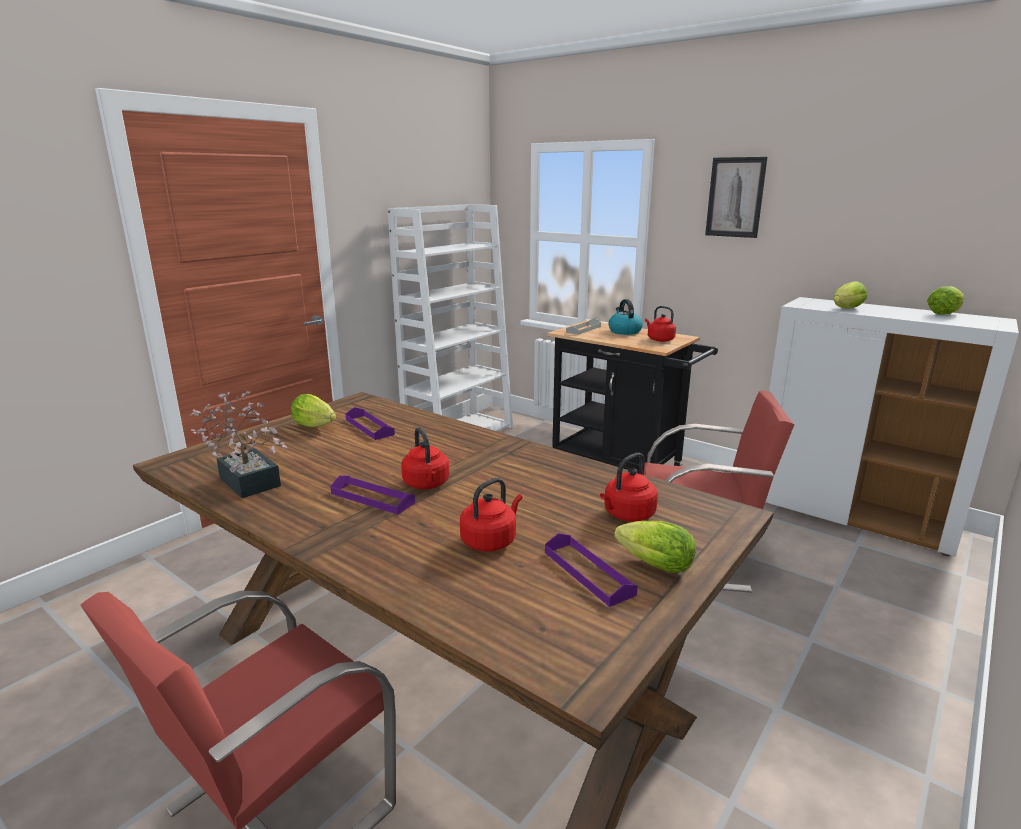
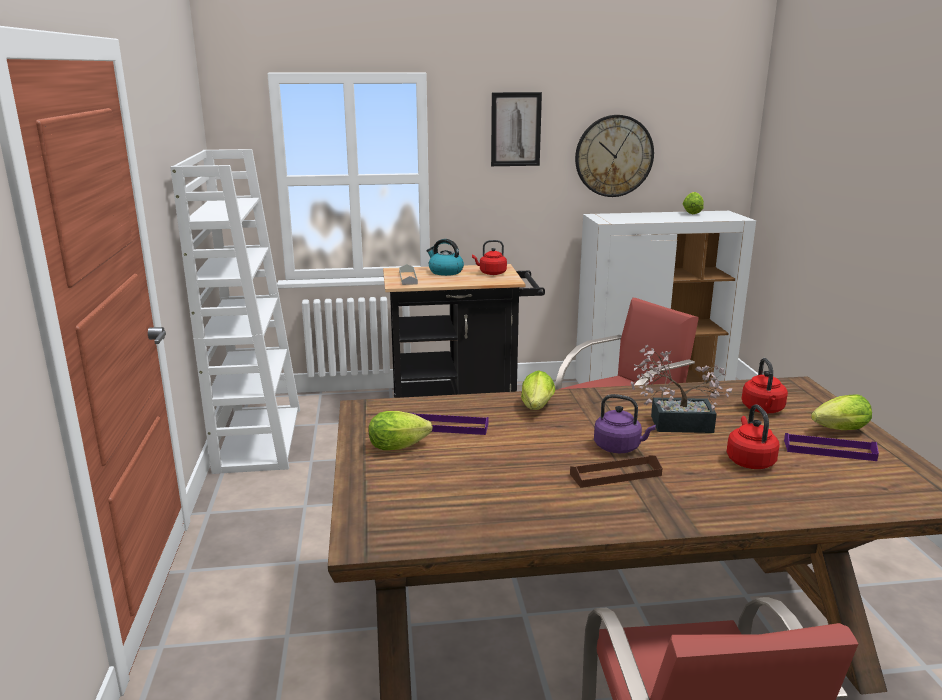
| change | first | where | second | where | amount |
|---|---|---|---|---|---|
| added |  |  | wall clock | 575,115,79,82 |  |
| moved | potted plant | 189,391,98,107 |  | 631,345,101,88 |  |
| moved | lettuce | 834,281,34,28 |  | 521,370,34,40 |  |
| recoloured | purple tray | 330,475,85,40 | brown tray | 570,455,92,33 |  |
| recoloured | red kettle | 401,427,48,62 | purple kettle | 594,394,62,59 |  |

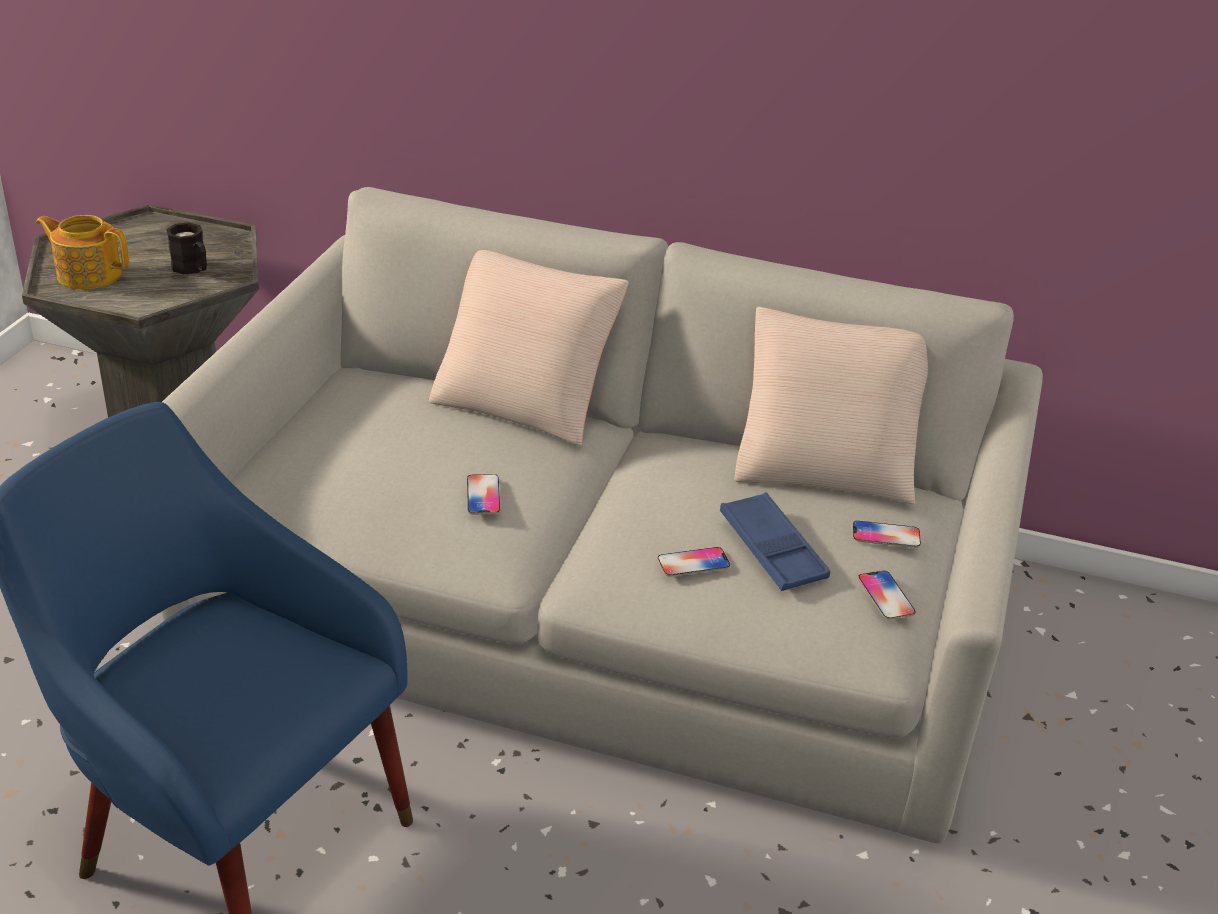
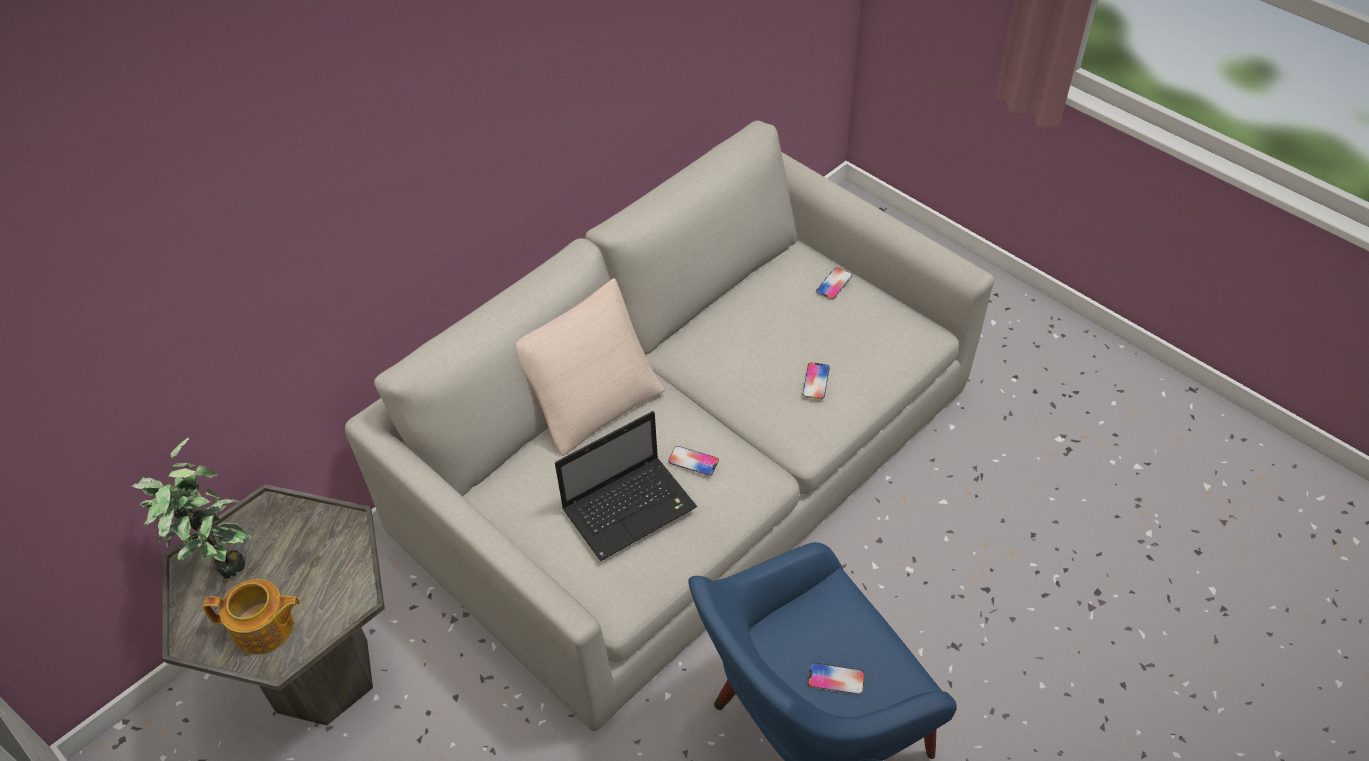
| change | first | where | second | where | amount |
|---|---|---|---|---|---|
| removed | black mug | 166,222,41,53 |  |  |  |
| removed | blue tray | 720,492,110,99 |  |  |  |
| removed | beige pillow | 734,307,194,197 |  |  |  |
| added |  |  | potted plant | 131,437,122,142 |  |
| added |  |  | laptop | 555,411,142,150 |  |
| moved | phone | 858,571,57,49 |  | 808,663,57,32 |  |
| turned | teapot | 36,215,93,74 |  | 203,579,98,76 | 135 degrees counterclockwise |

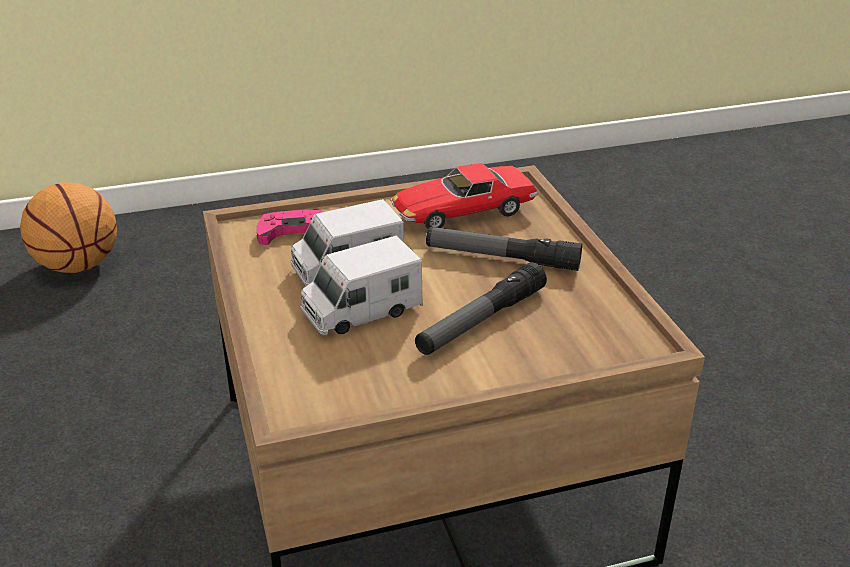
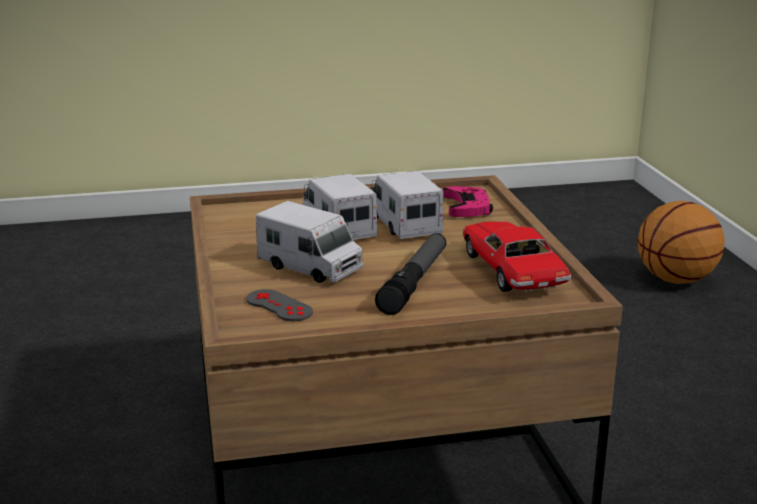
| change | first | where | second | where | amount |
|---|---|---|---|---|---|
| added |  |  | grey game controller | 246,289,67,32 |  |
| replaced | flashlight | 415,262,132,93 | toy truck | 256,201,108,82 |  |

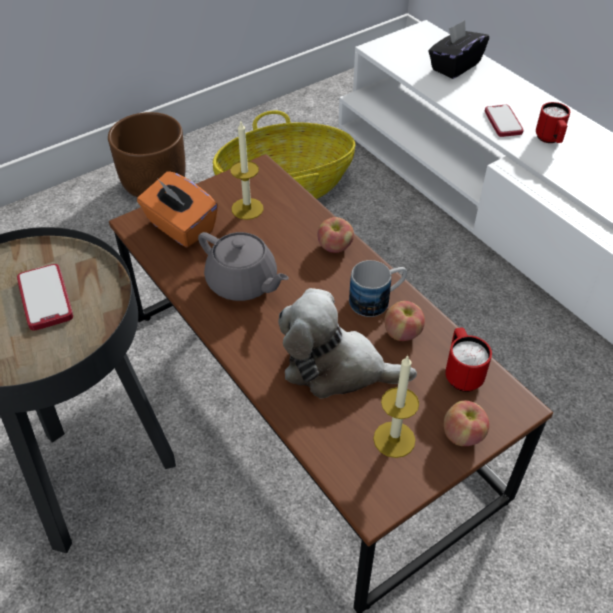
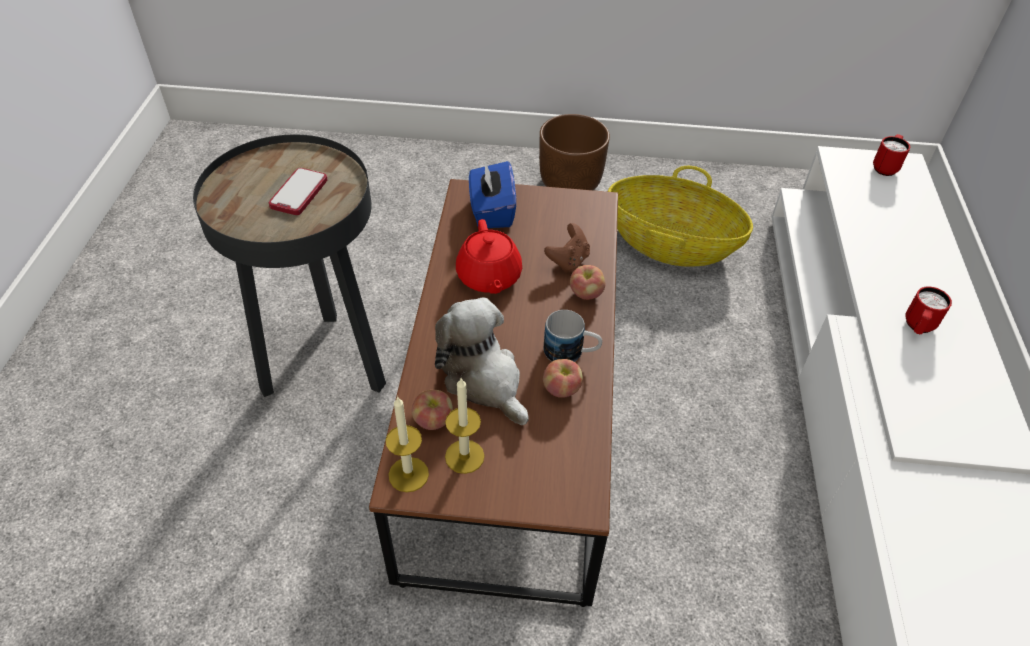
| change | first | where | second | where | amount |
|---|---|---|---|---|---|
| removed | black tissue box | 428,20,61,59 |  |  |  |
| removed | phone | 485,105,39,32 |  |  |  |
| added |  |  | brown game controller | 544,223,46,50 |  |
| moved | candle | 230,122,34,98 |  | 386,396,43,96 |  |
| moved | apple | 444,401,46,45 |  | 411,390,42,40 |  |
| moved | red mug | 445,327,47,65 |  | 873,134,37,42 |  |
| recoloured | orange tissue box | 137,171,81,76 | blue tissue box | 469,161,47,67 |  |
| recoloured | grey teapot | 198,232,91,69 | red teapot | 456,219,66,75 |  |

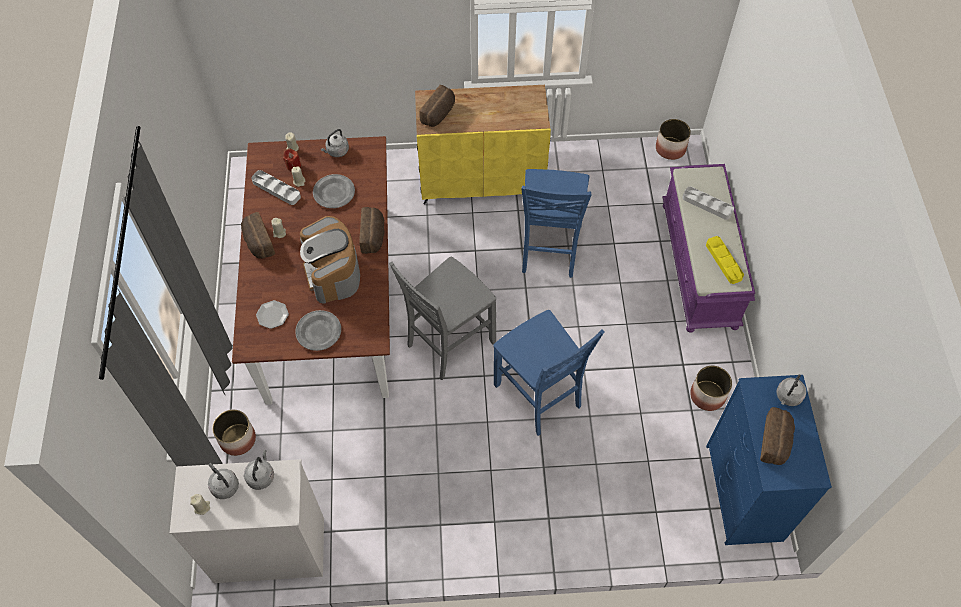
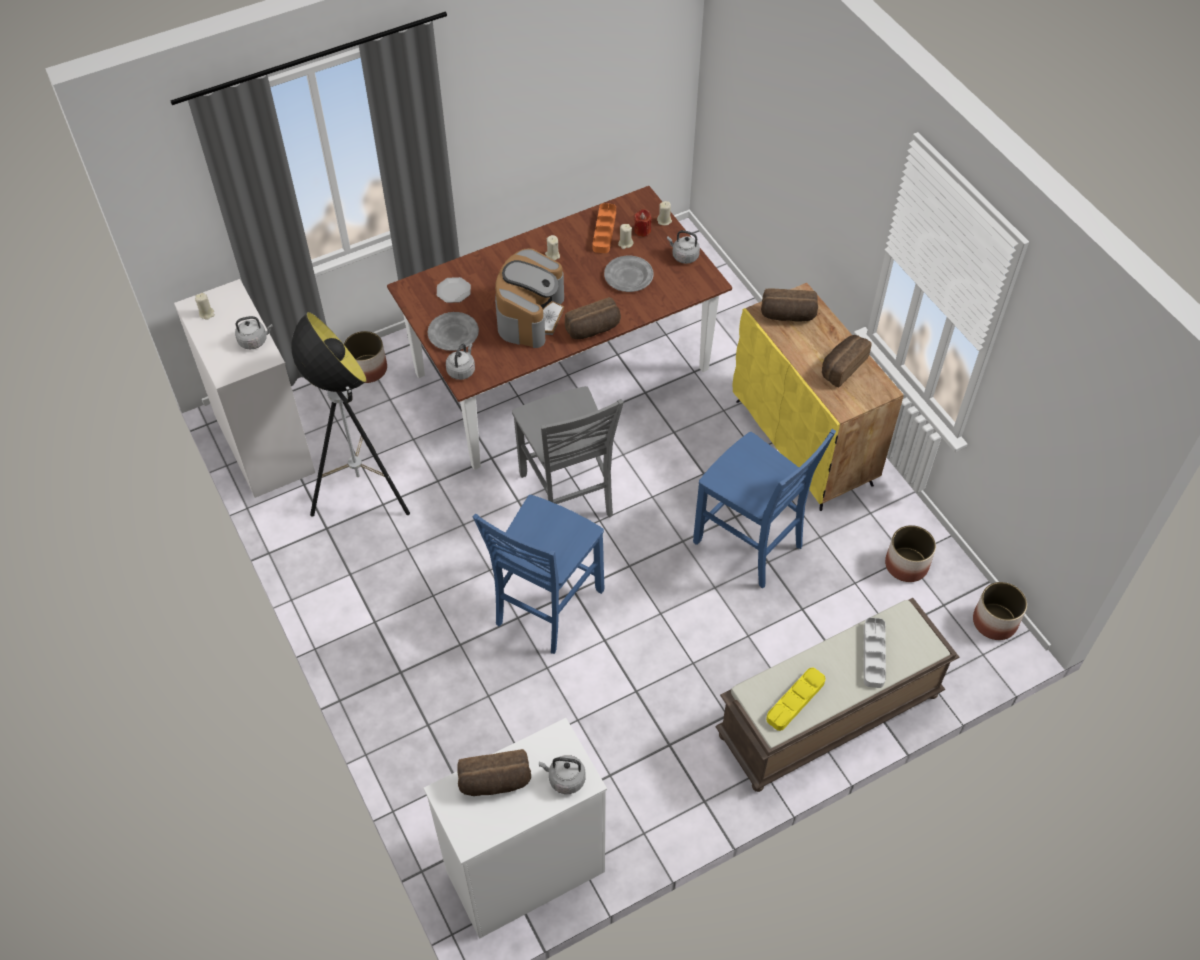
| change | first | where | second | where | amount |
|---|---|---|---|---|---|
| added |  |  | floor lamp | 291,312,119,204 |  |
| moved | grey kettle | 208,463,31,36 |  | 446,343,29,37 |  |
| moved | bread | 241,212,34,47 |  | 822,335,50,52 |  |
| moved | planter | 690,366,42,45 |  | 885,525,51,57 |  |
| recoloured | grey tray | 251,170,50,35 | orange tray | 593,203,23,50 |  |
| recoloured | purple bench | 662,164,93,169 | brown bench | 715,598,244,194 |  |
| recoloured | blue dresser | 706,375,126,170 | white dresser | 424,718,183,221 |  |
| turned | coffee machine | 300,216,60,88 |  | 495,248,69,100 | 150 degrees clockwise |
| turned | grey chair | 389,257,107,123 |  | 512,386,112,131 | 135 degrees counterclockwise |
| turned | blue chair | 521,169,70,109 |  | 693,429,143,159 | 120 degrees counterclockwise |

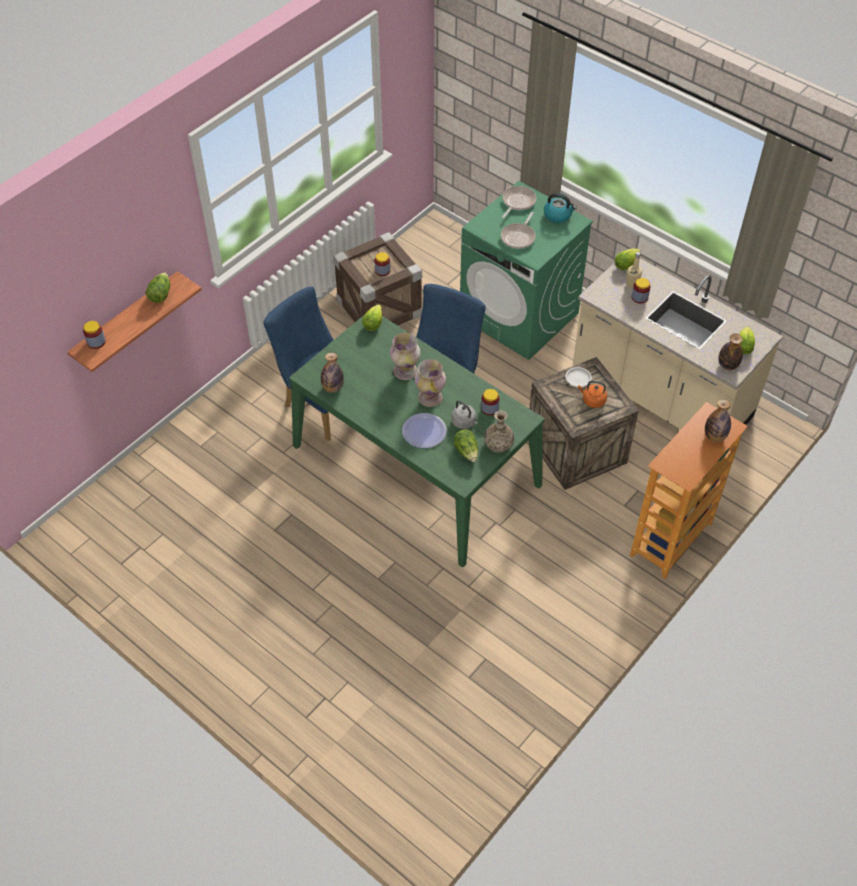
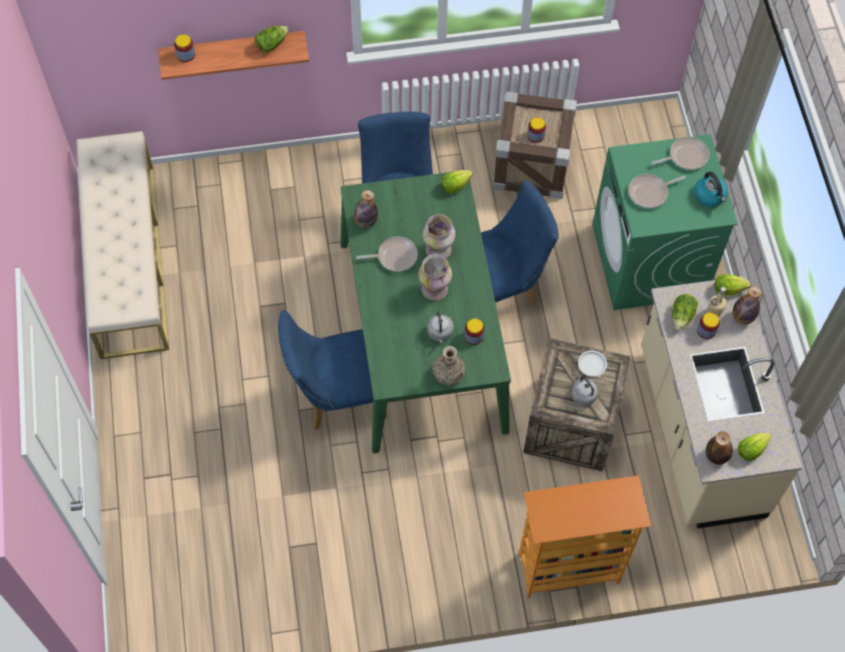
| change | first | where | second | where | amount |
|---|---|---|---|---|---|
| removed | plate | 402,413,45,35 |  |  |  |
| added |  |  | beige bench | 76,131,93,228 |  |
| added |  |  | blue chair | 278,310,109,120 |  |
| added |  |  | frying pan | 356,237,62,35 |  |
| moved | lettuce | 454,429,24,33 |  | 672,294,26,36 |  |
| moved | bottle | 705,399,26,43 |  | 732,286,30,39 |  |
| recoloured | orange kettle | 578,380,29,28 | grey kettle | 571,371,27,35 |  |

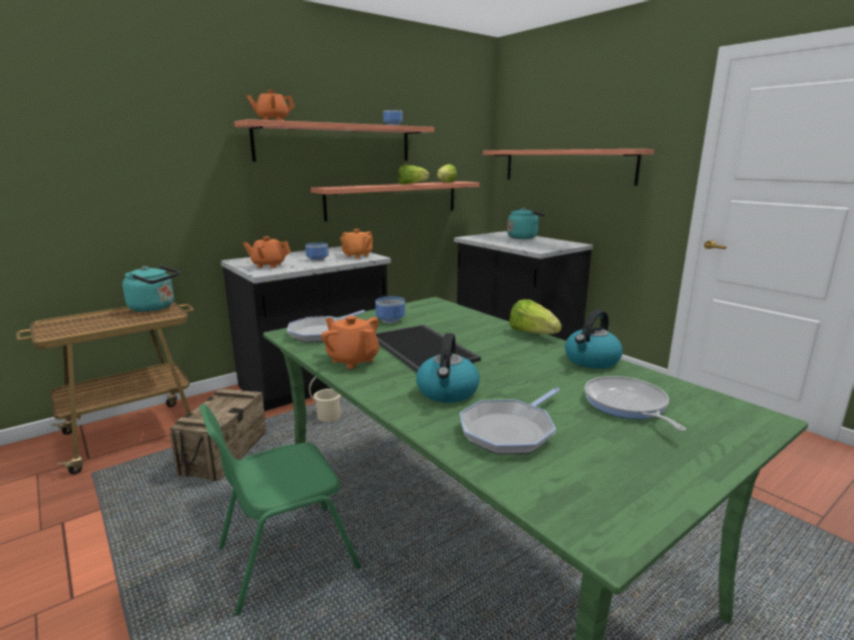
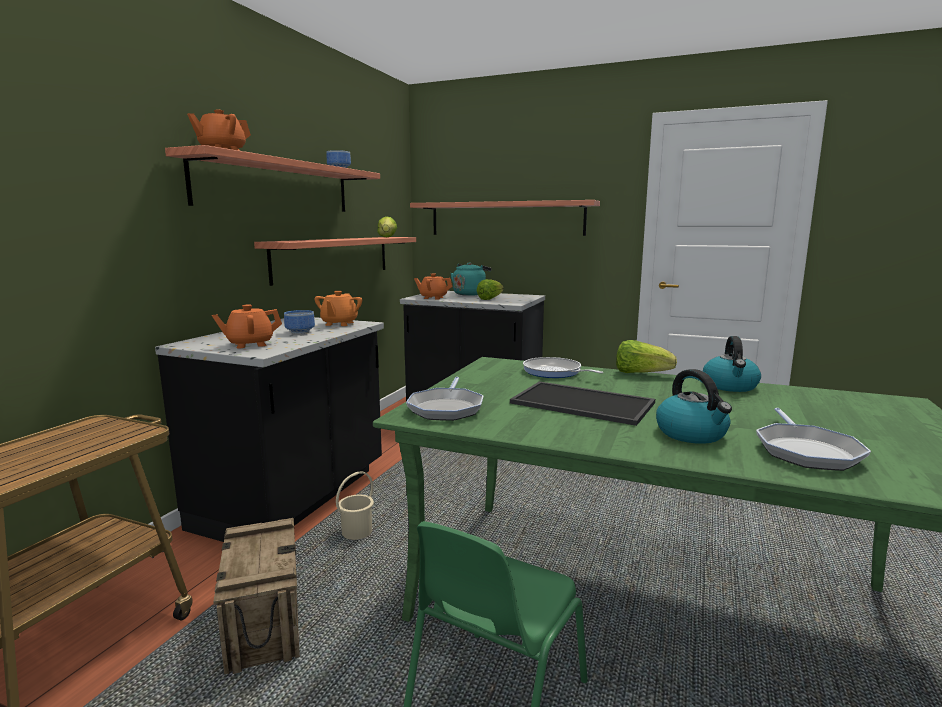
| change | first | where | second | where | amount |
|---|---|---|---|---|---|
| removed | turquoise kettle | 122,265,58,47 |  |  |  |
| removed | bowl | 375,297,30,26 |  |  |  |
| moved | orange teapot | 321,316,58,53 |  | 414,273,38,26 |  |
| moved | lettuce | 398,165,31,20 |  | 477,279,27,21 |  |
| moved | frying pan | 584,376,102,55 |  | 523,357,81,21 |  |

